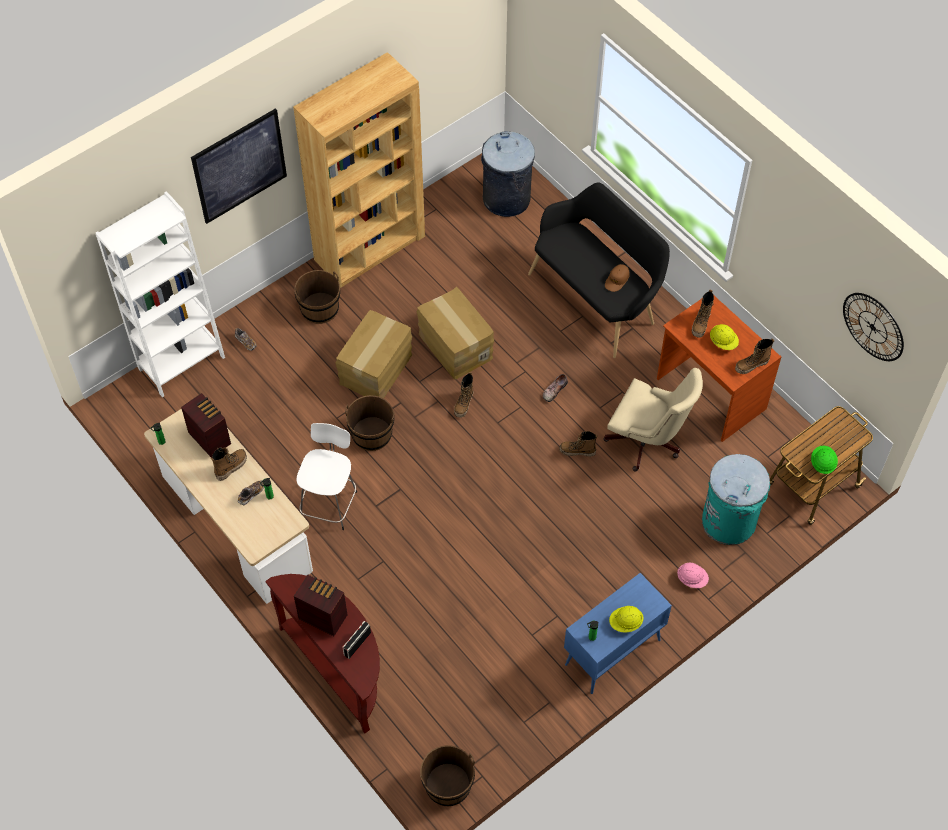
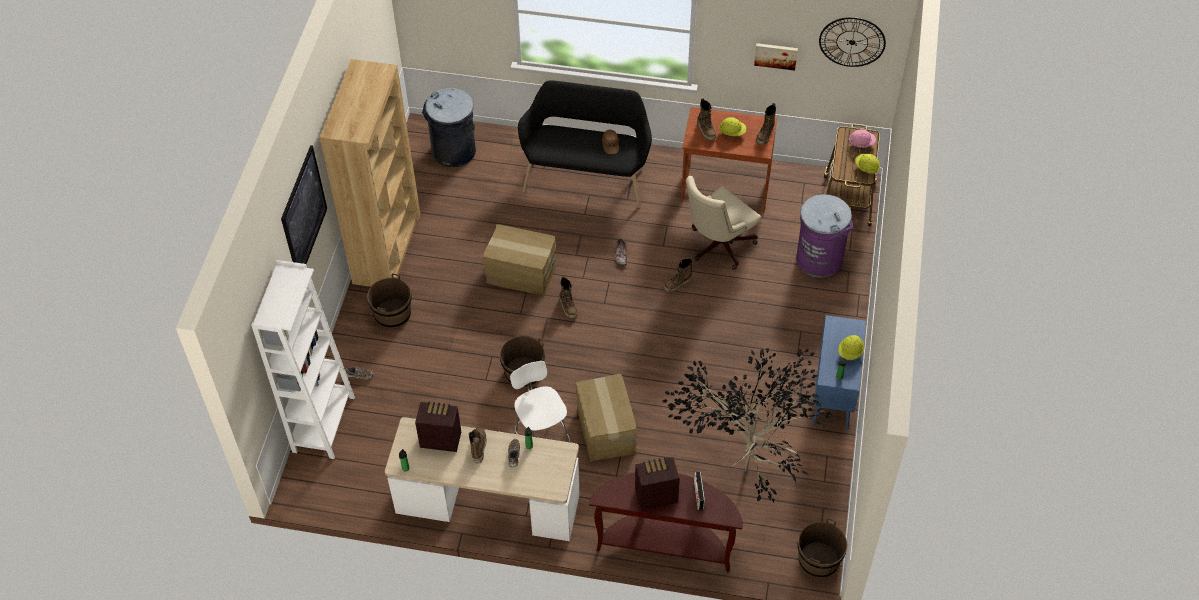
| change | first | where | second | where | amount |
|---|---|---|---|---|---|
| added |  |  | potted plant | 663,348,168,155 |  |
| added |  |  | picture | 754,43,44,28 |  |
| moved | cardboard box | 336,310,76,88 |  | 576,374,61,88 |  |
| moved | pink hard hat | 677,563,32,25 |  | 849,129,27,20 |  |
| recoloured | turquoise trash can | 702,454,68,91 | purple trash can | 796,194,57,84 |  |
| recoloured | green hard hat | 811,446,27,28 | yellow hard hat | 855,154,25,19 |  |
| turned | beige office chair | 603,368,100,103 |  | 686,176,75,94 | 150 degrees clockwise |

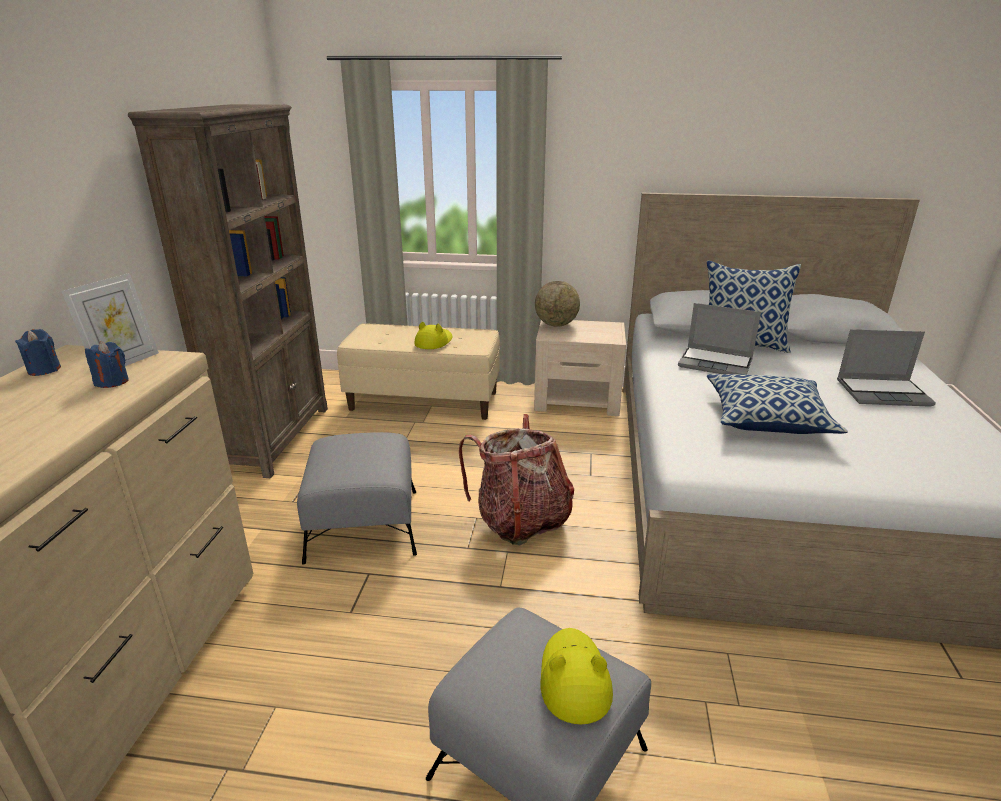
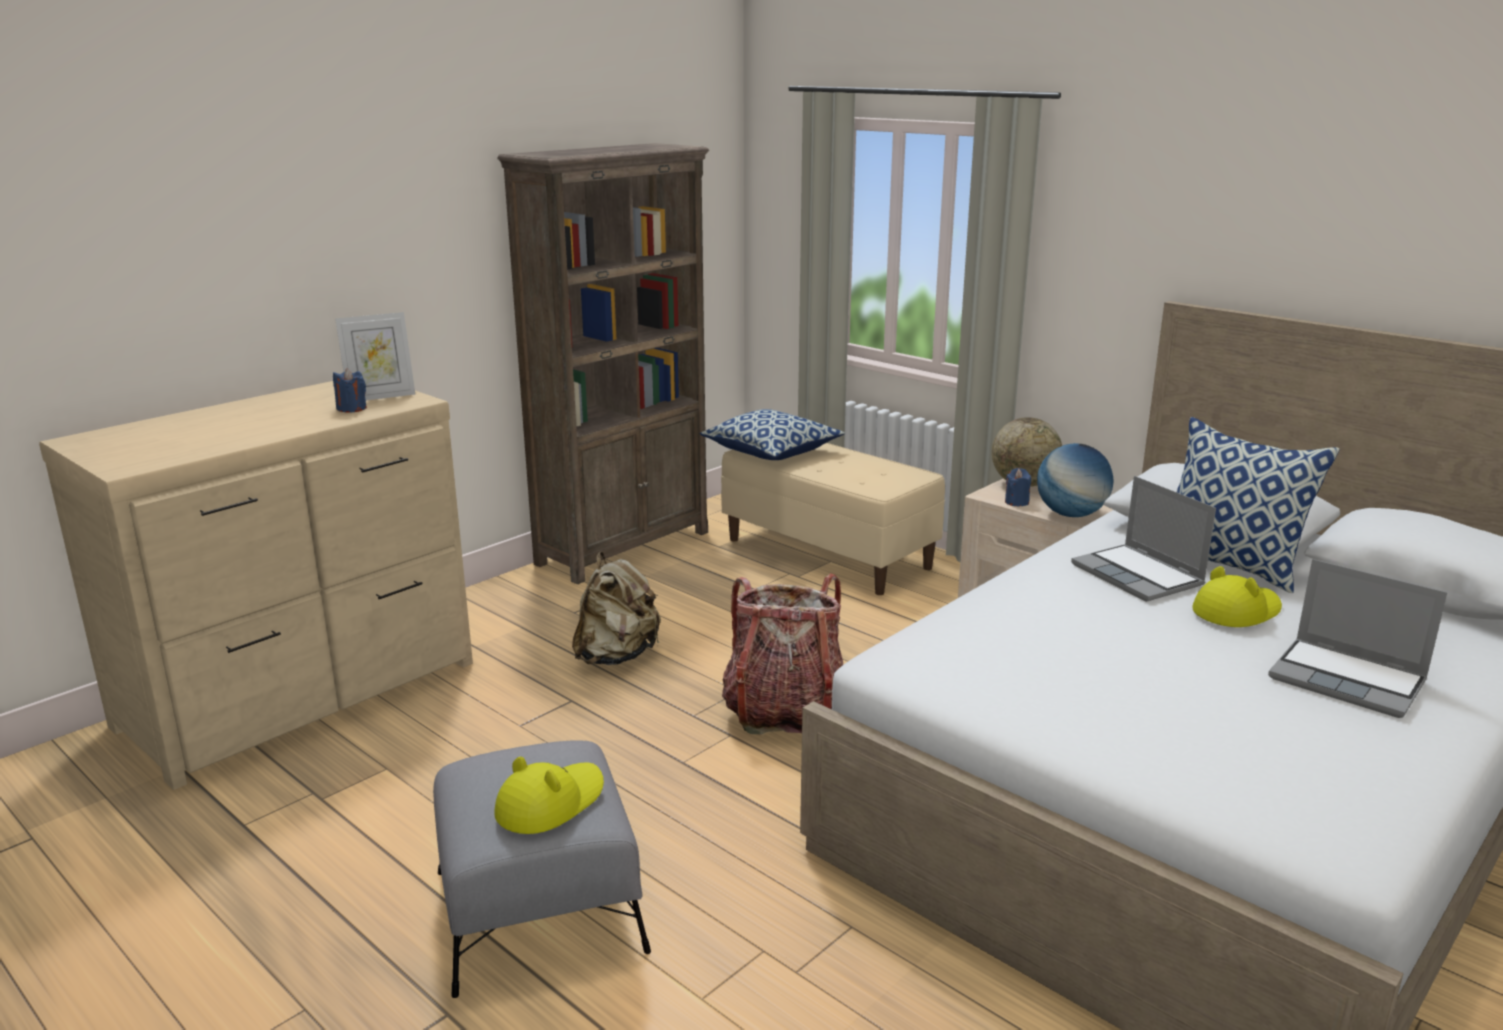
| change | first | where | second | where | amount |
|---|---|---|---|---|---|
| added |  |  | globe | 1037,443,76,74 |  |
| moved | blue candle | 15,329,46,47 |  | 1005,468,26,38 |  |
| moved | yellow hat | 414,322,38,27 |  | 1193,566,89,61 |  |
| moved | pillow | 707,374,141,60 |  | 700,409,145,51 |  |
| replaced | grey ottoman | 297,432,120,133 | beige backpack | 572,552,89,113 |  |

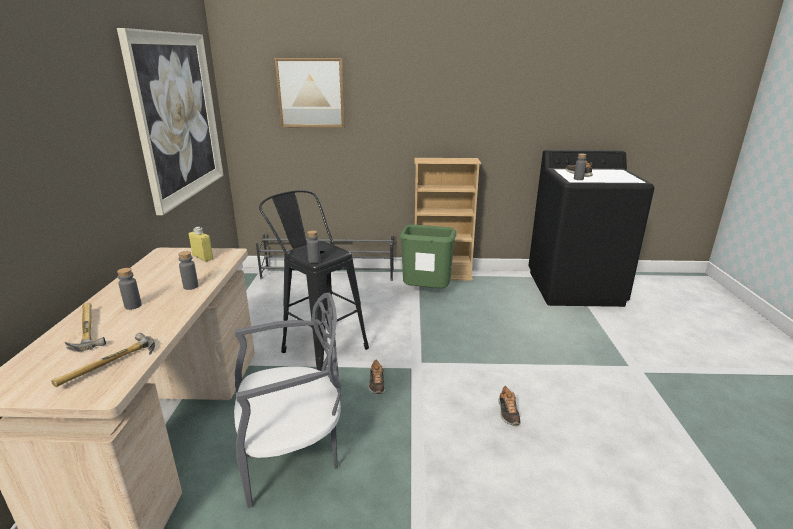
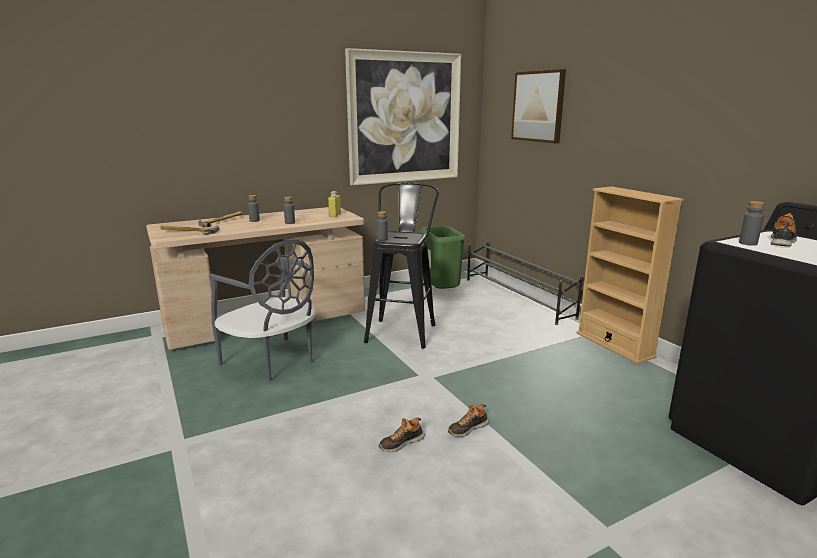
| change | first | where | second | where | amount |
|---|---|---|---|---|---|
| moved | shoe | 369,359,16,35 |  | 448,404,41,33 |  |
| moved | green trash can | 399,224,58,64 |  | 420,226,46,63 |  |

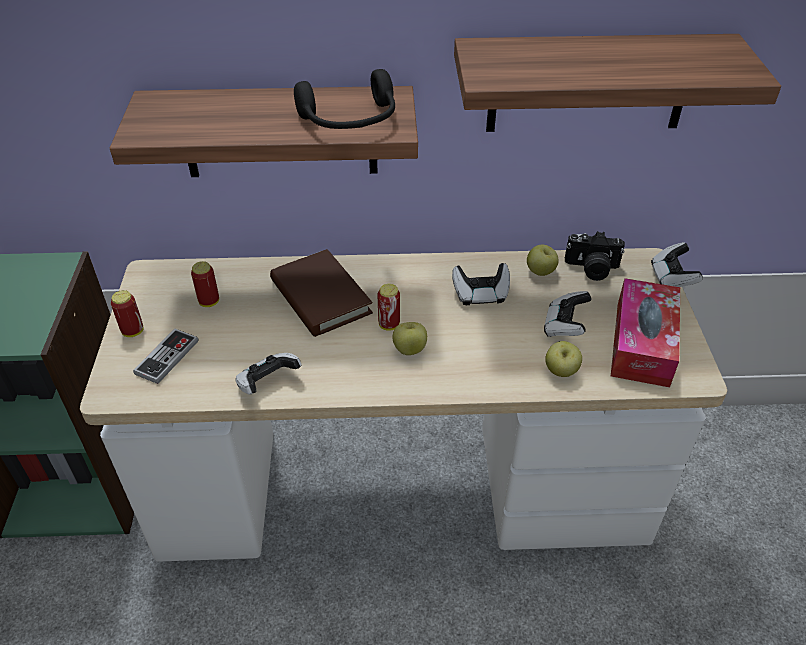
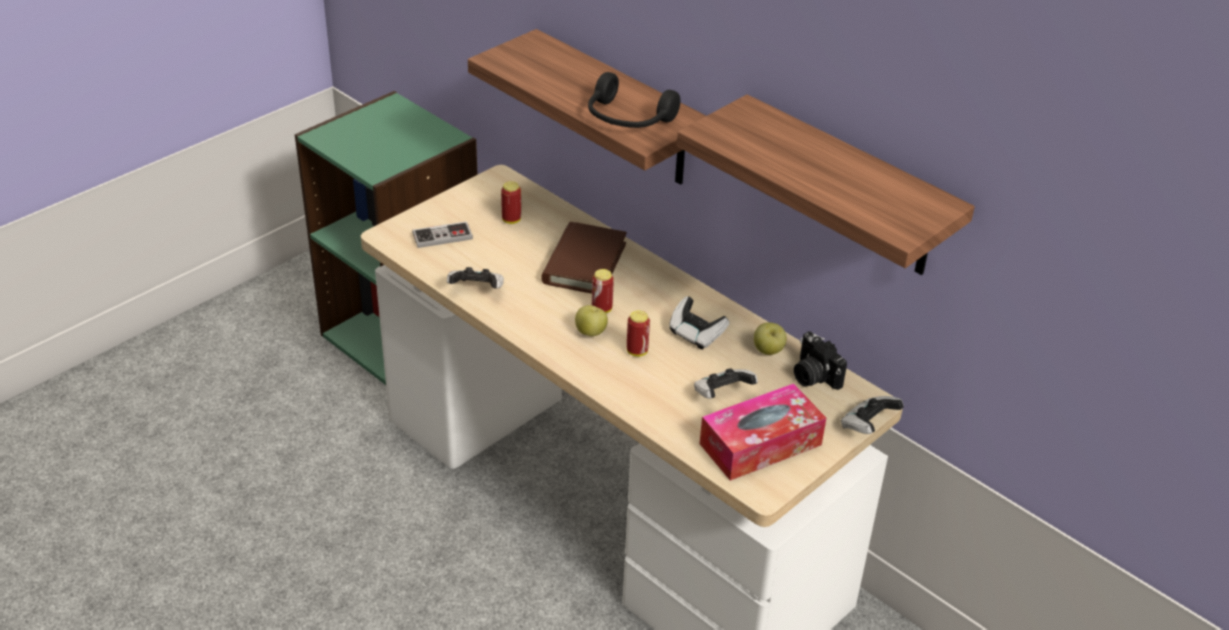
| change | first | where | second | where | amount |
|---|---|---|---|---|---|
| removed | apple | 545,341,37,36 |  |  |  |
| moved | can | 111,290,33,47 |  | 627,310,23,47 |  |

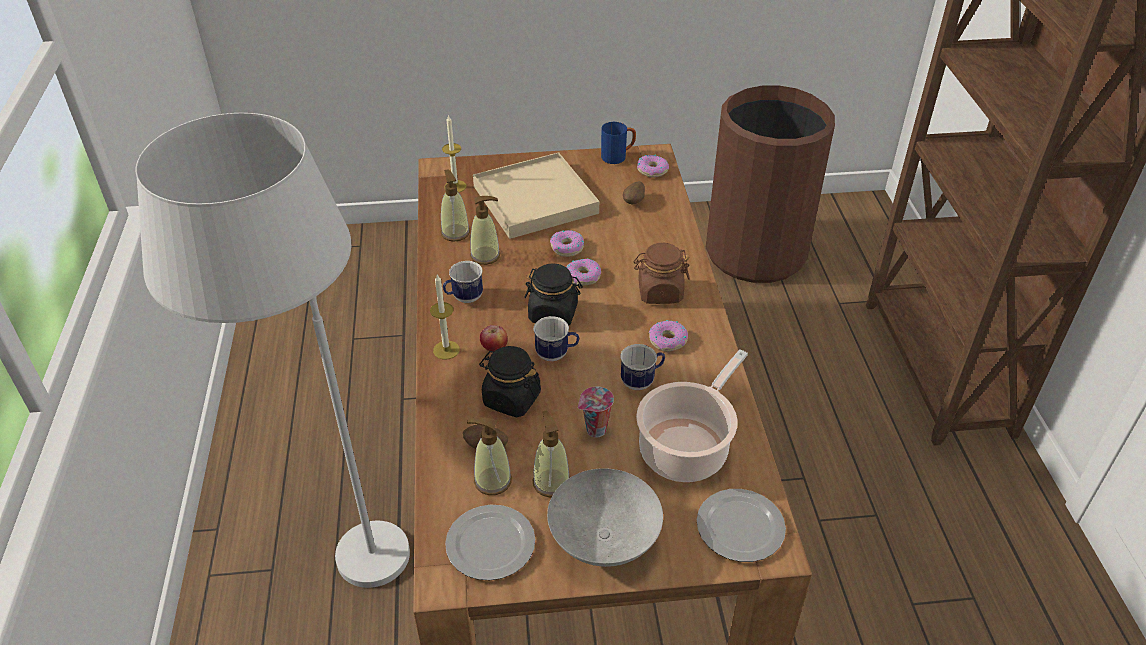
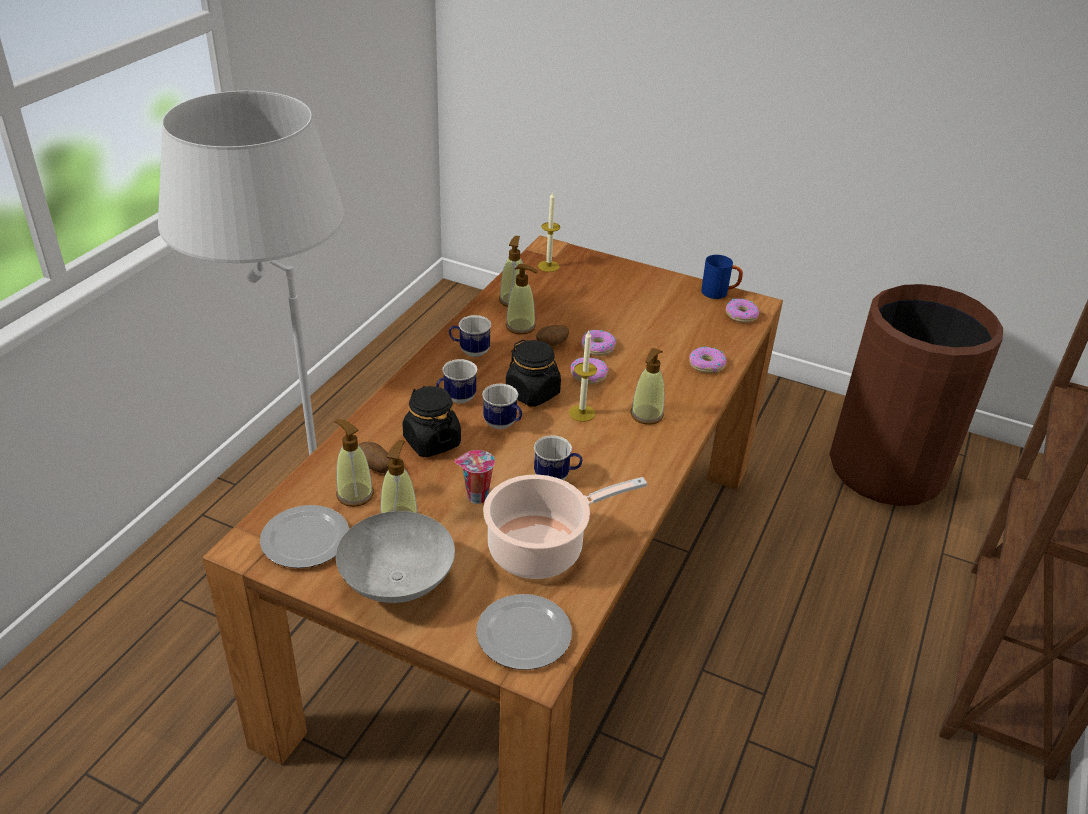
| change | first | where | second | where | amount |
|---|---|---|---|---|---|
| removed | beige tray | 473,152,126,87 |  |  |  |
| moved | candle | 430,274,30,86 |  | 569,331,28,91 |  |
| moved | potato | 623,181,22,24 |  | 536,325,33,21 |  |
| moved | donut | 649,320,39,32 |  | 689,347,38,26 |  |
| replaced | apple | 480,325,28,27 | mug | 436,359,41,45 |  |
| replaced | brown jar | 633,243,57,61 | soap dispenser | 630,348,34,77 |  |

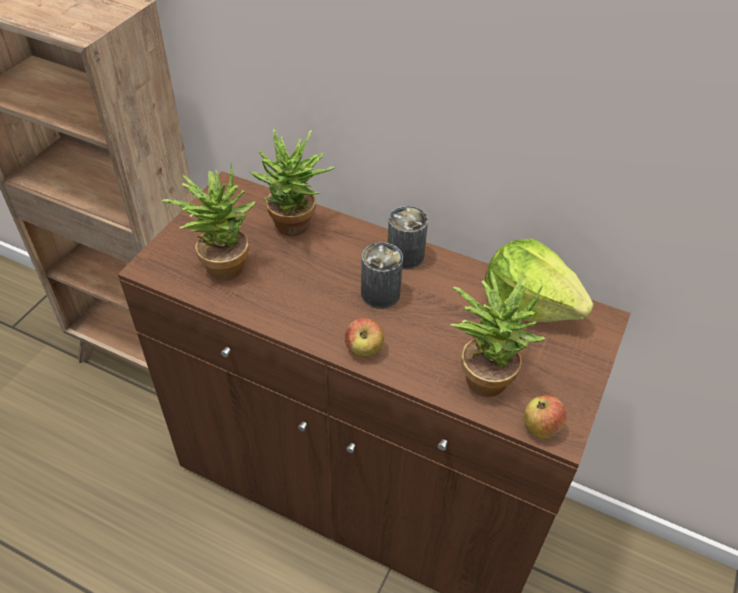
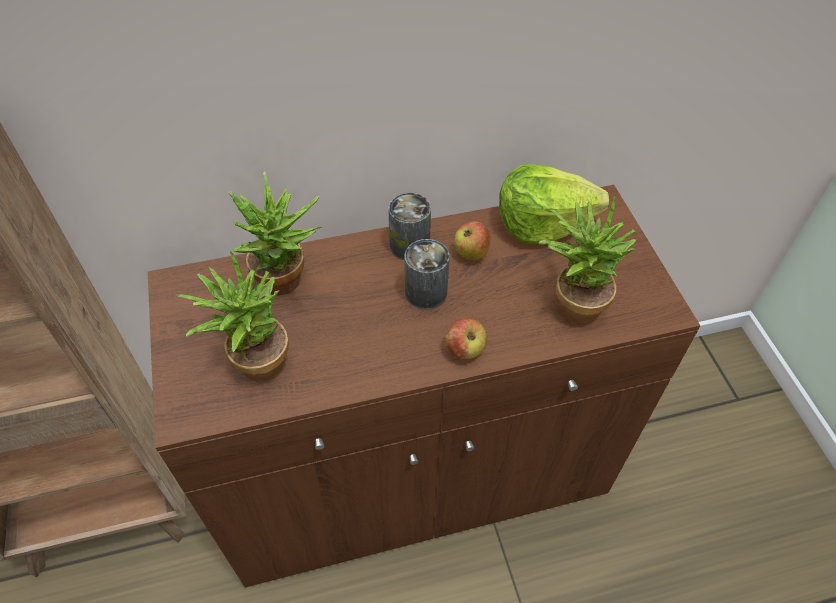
| change | first | where | second | where | amount |
|---|---|---|---|---|---|
| moved | apple | 524,395,43,44 |  | 454,222,37,38 |  |

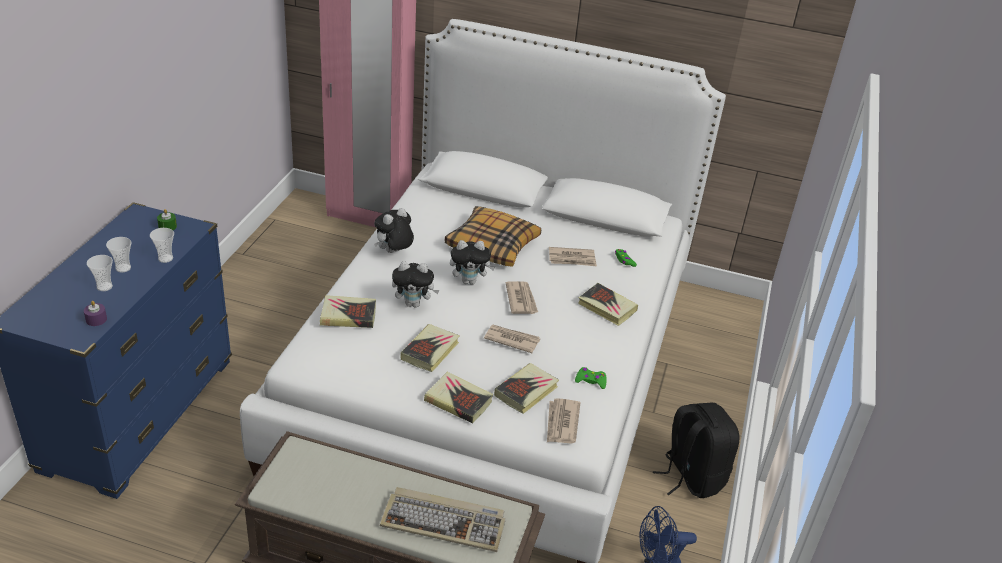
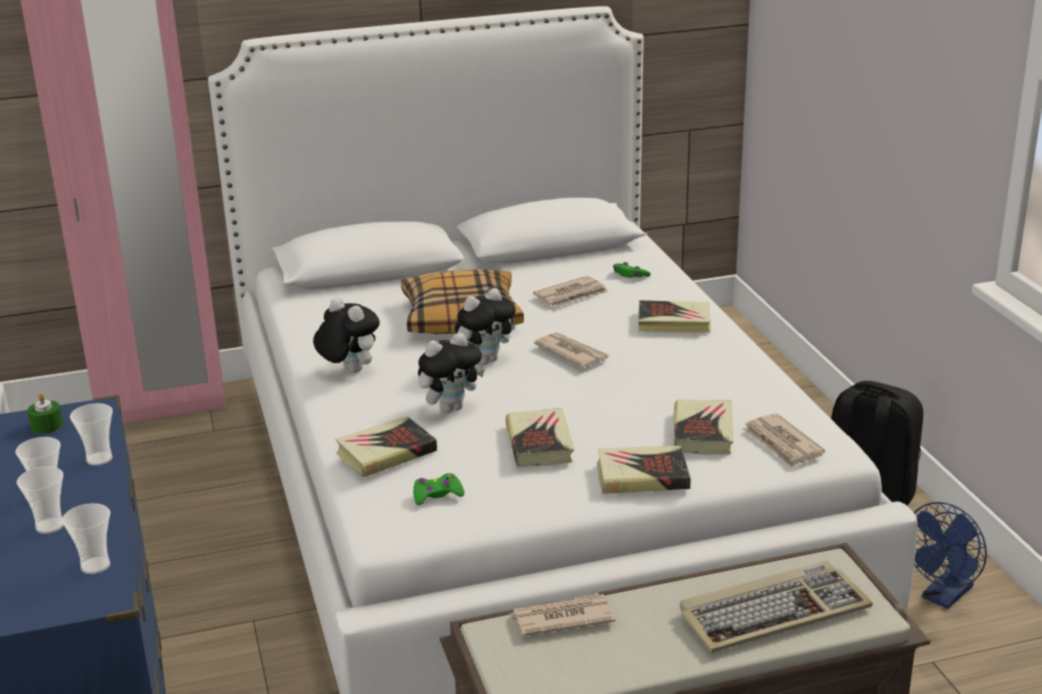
| change | first | where | second | where | amount |
|---|---|---|---|---|---|
| moved | newspaper | 484,325,56,28 |  | 510,593,105,43 |  |
| moved | green game controller | 575,367,32,22 |  | 413,473,51,32 |  |
| replaced | purple candle | 84,301,23,25 | cup | 62,503,49,71 |  |
| turned | plush toy | 374,208,40,45 |  | 313,298,67,75 | 120 degrees clockwise |

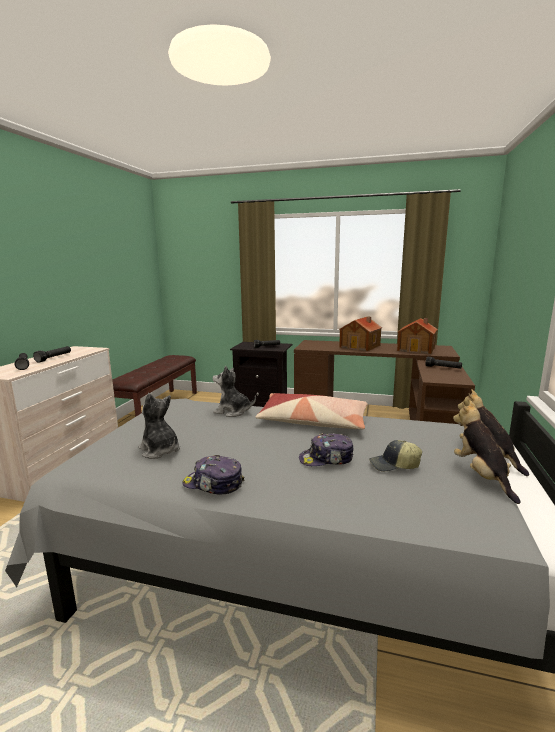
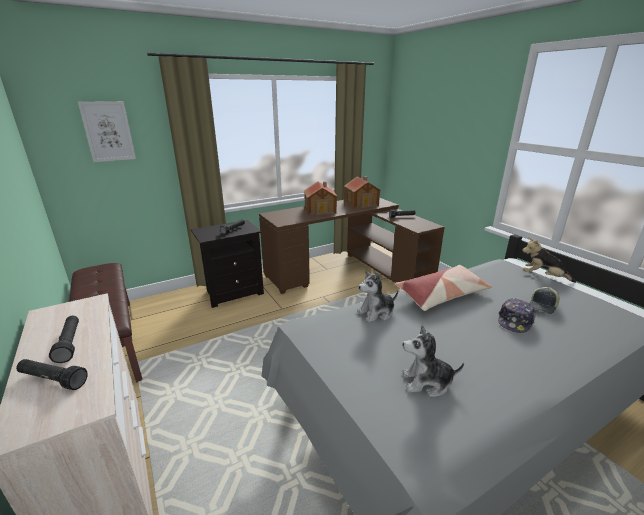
| change | first | where | second | where | amount |
|---|---|---|---|---|---|
| removed | cap | 182,455,62,40 |  |  |  |
| removed | plush toy | 453,400,67,104 |  |  |  |
| added |  |  | picture | 78,101,58,61 |  |

